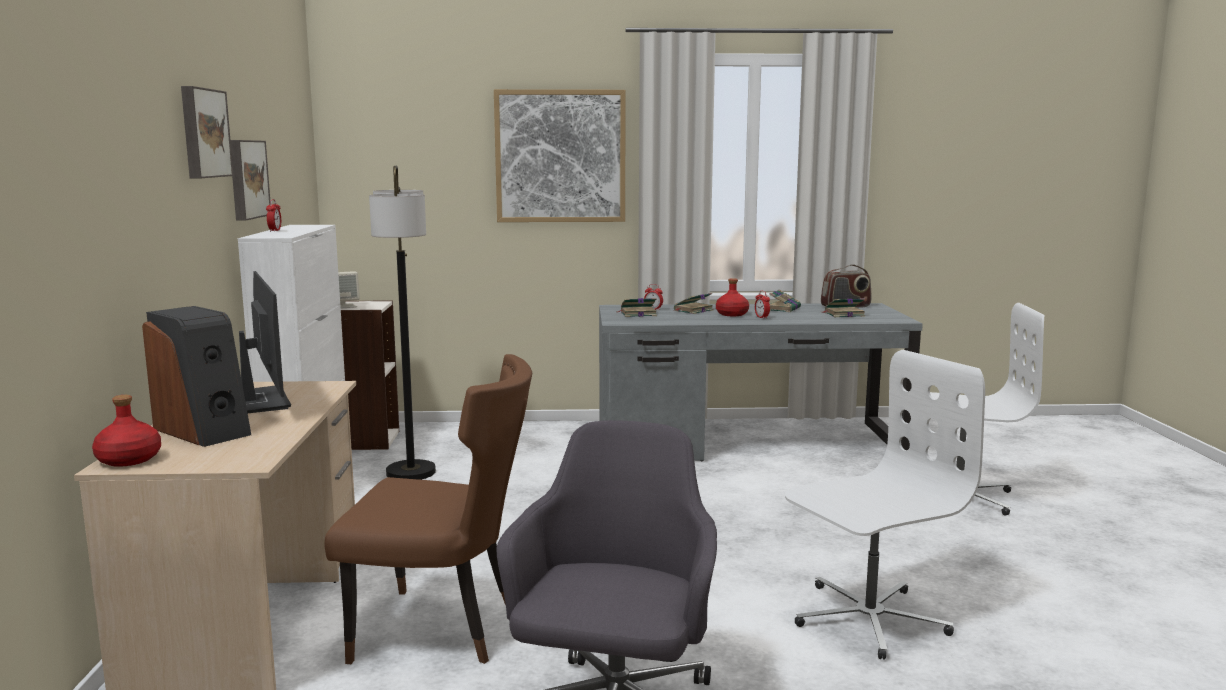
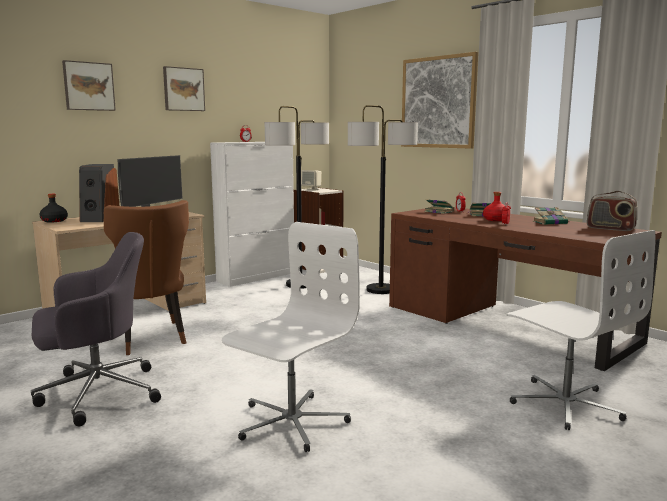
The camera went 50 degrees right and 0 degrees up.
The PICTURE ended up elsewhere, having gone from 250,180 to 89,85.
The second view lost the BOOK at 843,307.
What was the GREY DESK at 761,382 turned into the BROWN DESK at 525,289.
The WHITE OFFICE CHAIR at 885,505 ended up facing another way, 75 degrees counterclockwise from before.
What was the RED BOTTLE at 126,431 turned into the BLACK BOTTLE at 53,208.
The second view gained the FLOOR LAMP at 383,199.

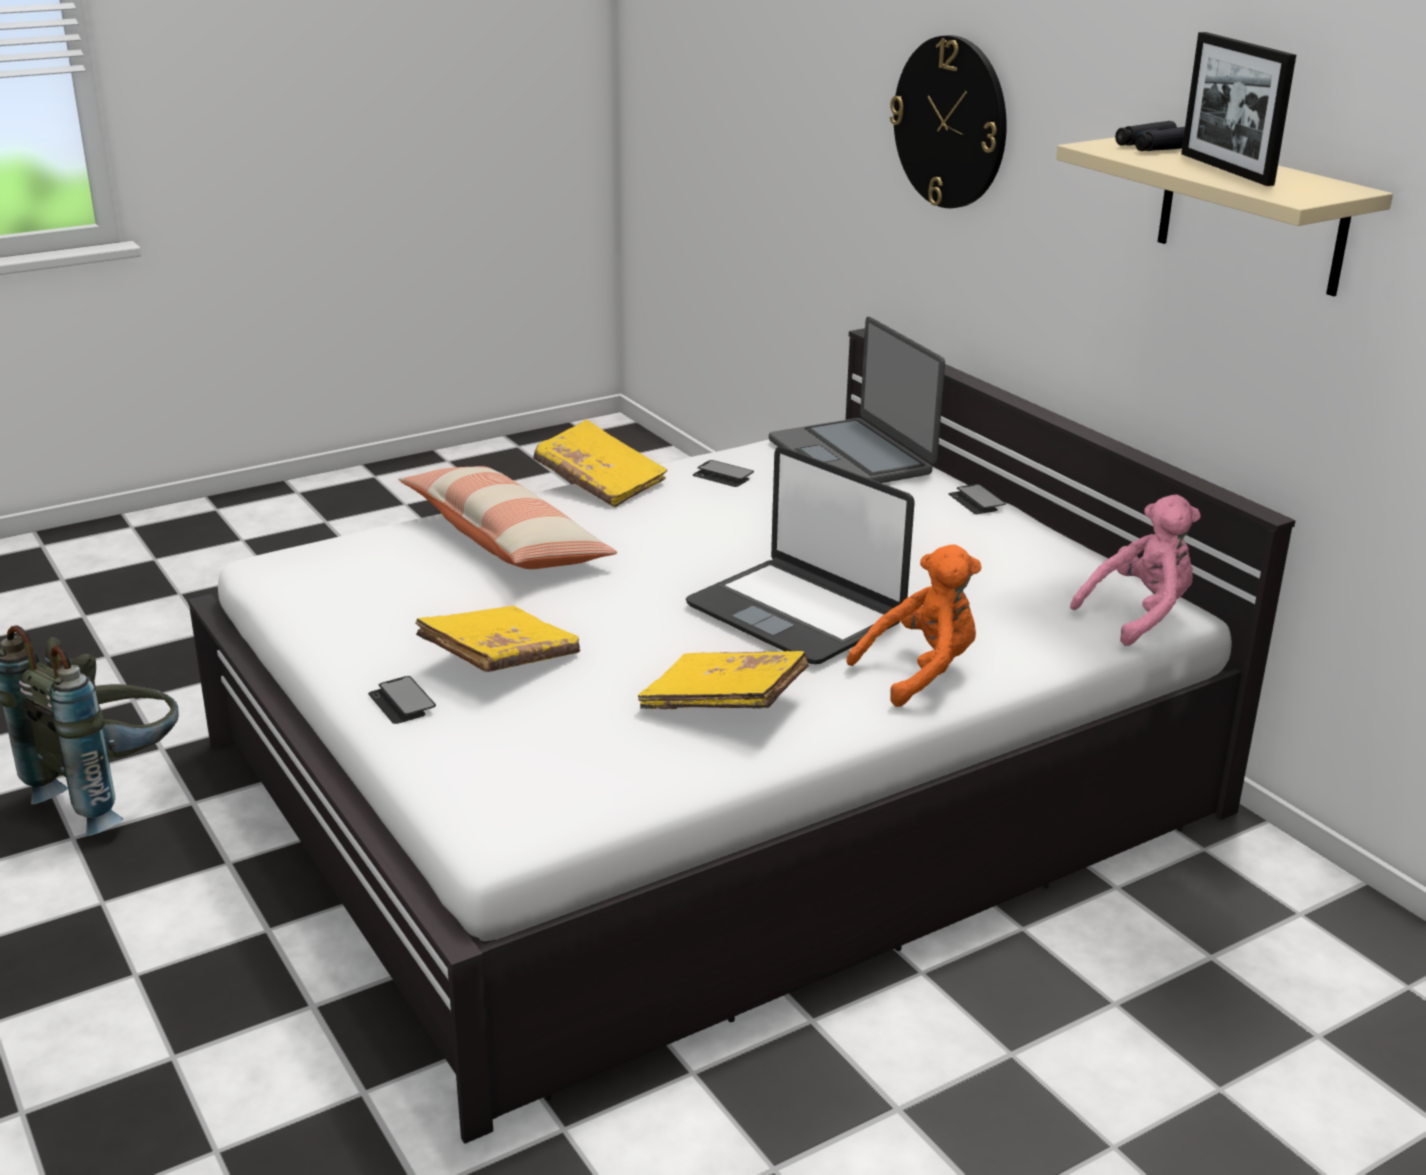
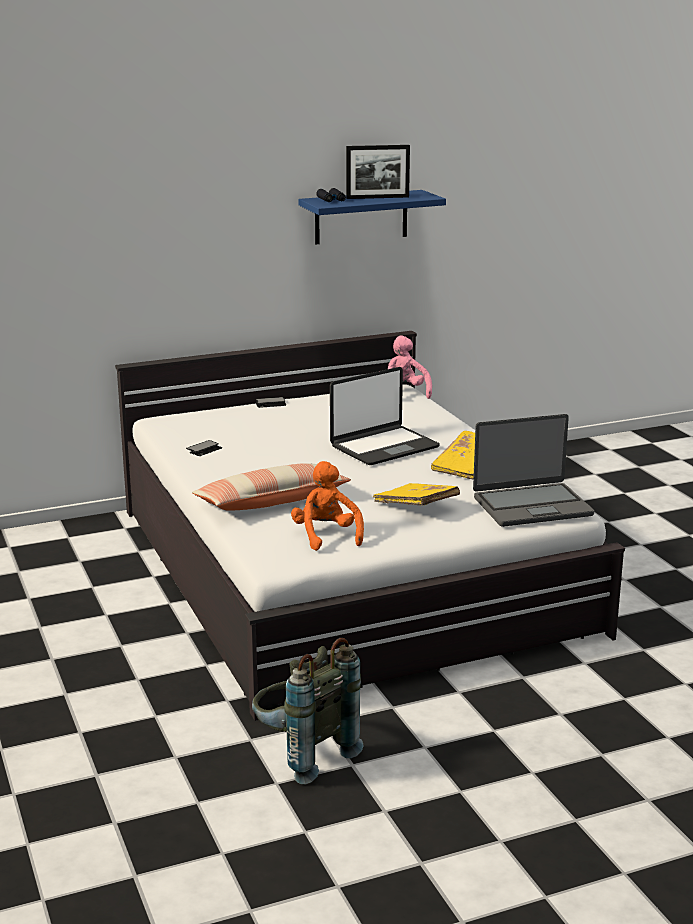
The camera went 80 degrees left and 5 degrees down.
The second view lost the WALL CLOCK at 948,121.
What was the BEIGE SHELF at 1224,216 turned into the BLUE SHELF at 372,217.
The LAPTOP ended up elsewhere, having gone from 857,400 to 533,470.
The second view lost the YELLOW BOOK at 600,463.
The ORANGE PLUSH TOY ended up elsewhere, having gone from 914,625 to 327,506.
The second view lost the PHONE at 402,700.

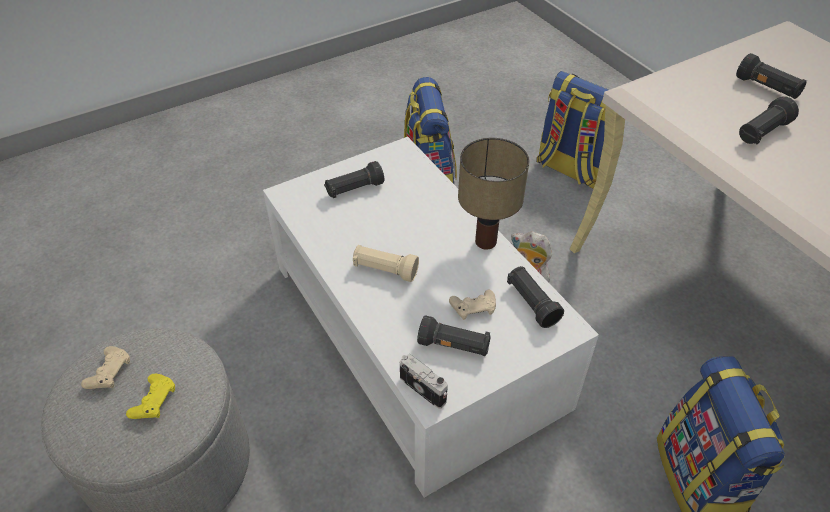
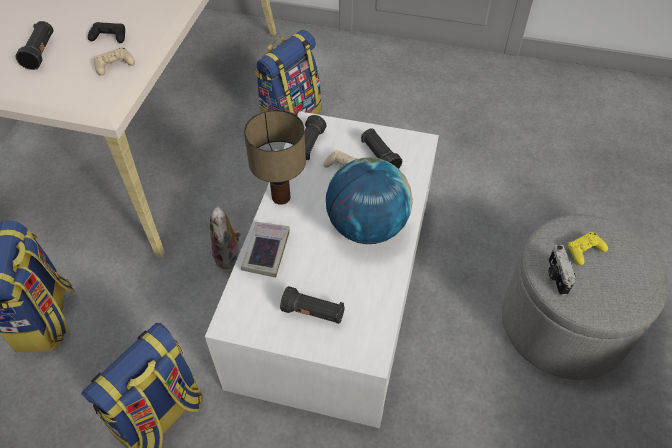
The camera went 135 degrees left and 5 degrees up.
Where the BLACK FLASHLIGHT stood at 769,120, the BLACK GAME CONTROLLER came to stand at 106,32.
Where the BEIGE FLASHLIGHT stood at 386,263, the GLOBE came to stand at 369,200.
The BEIGE GAME CONTROLLER ended up elsewhere, having gone from 105,367 to 114,61.
The PHOTO CAMERA ended up elsewhere, having gone from 424,381 to 562,270.
The second view gained the BOOK at 265,250.

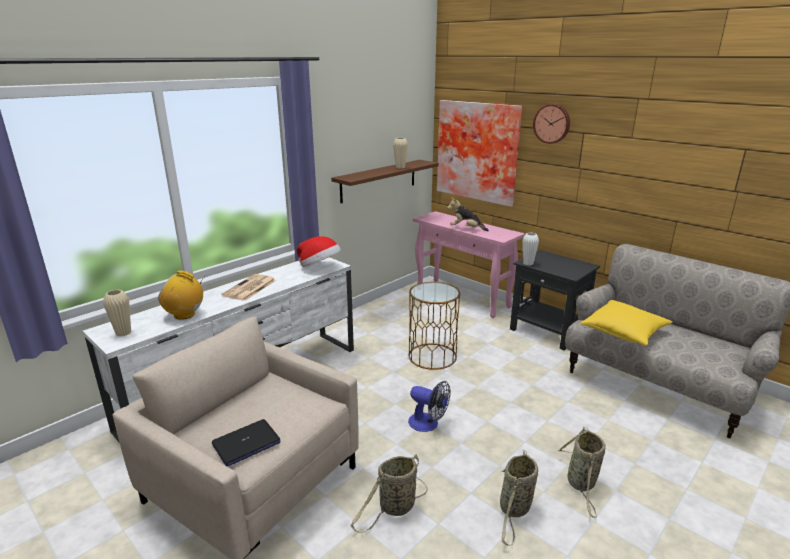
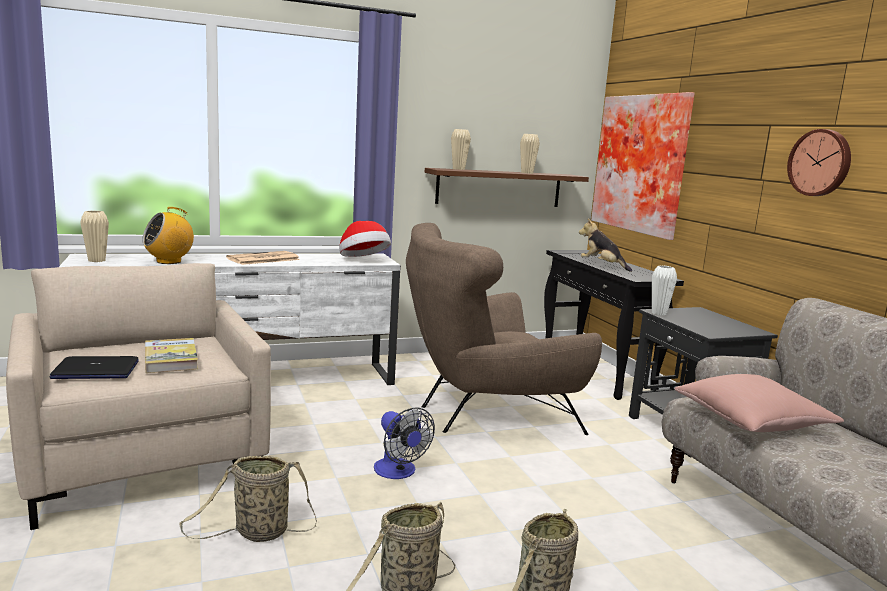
The camera went 25 degrees right and 10 degrees down.
The WALL CLOCK ended up elsewhere, having gone from 551,124 to 819,162.
What was the PINK CONSOLE TABLE at 469,264 turned into the BLACK CONSOLE TABLE at 614,325.
The RADIO at 181,295 ended up facing another way, 75 degrees counterclockwise from before.
Where the BROWN SIDE TABLE stood at 434,326, the BROWN ARMCHAIR came to stand at 504,329.
What was the YELLOW PILLOW at 626,323 turned into the PINK PILLOW at 759,403.
The second view gained the BEIGE VASE at 461,149.
The second view gained the BOOK at 171,355.

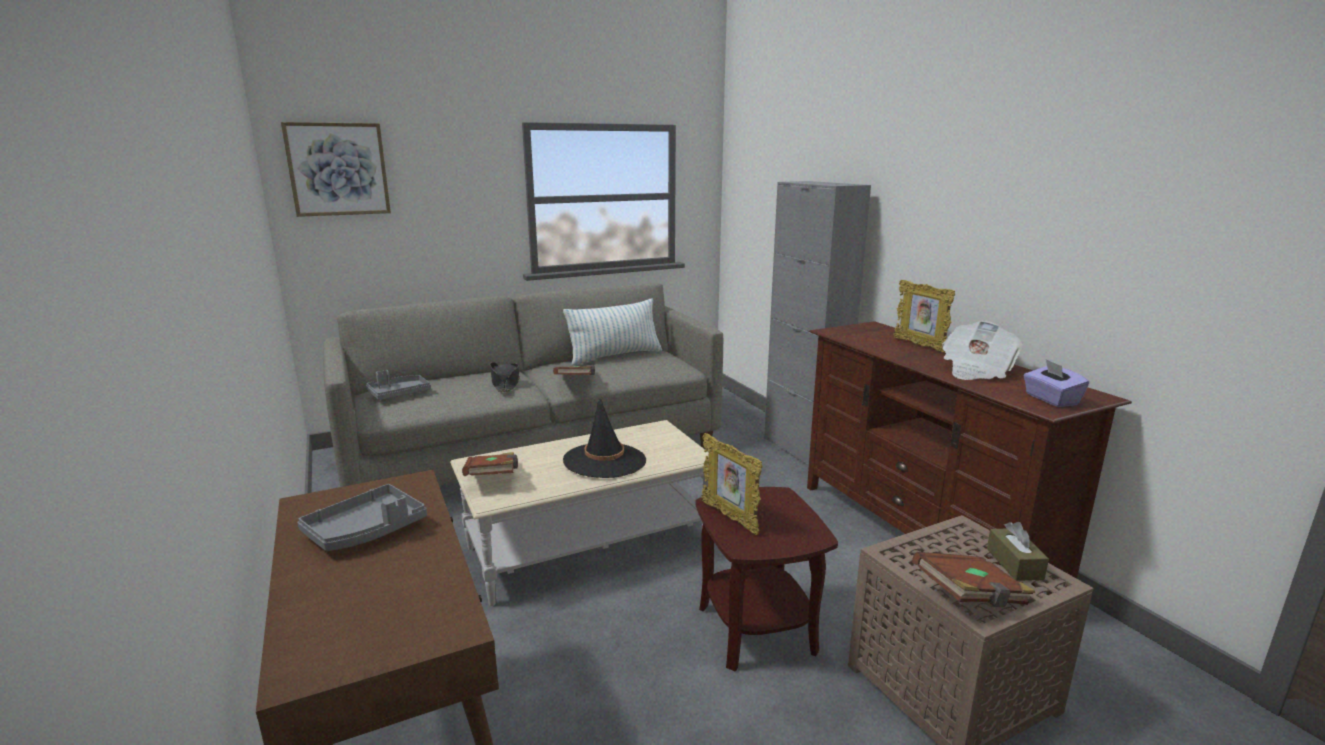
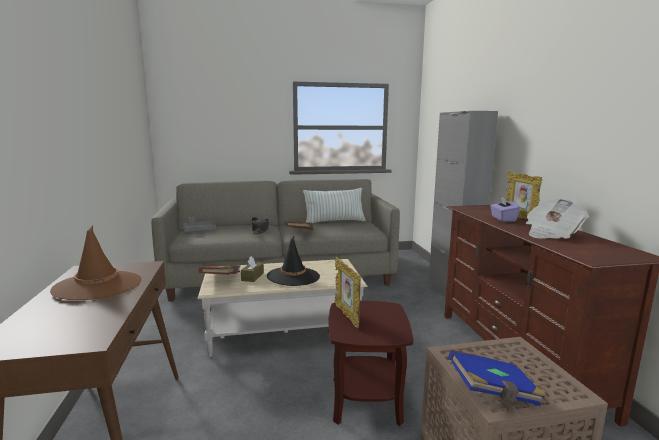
The camera went 15 degrees right and 5 degrees down.
The second view lost the PICTURE at 336,169.
The PURPLE TISSUE BOX ended up elsewhere, having gone from 1056,383 to 505,209.
Where the GREY TRAY stood at 362,517, the BROWN HAT came to stand at 96,262.
The BROWN TISSUE BOX ended up elsewhere, having gone from 1018,551 to 252,269.
What was the BROWN BOOK at 973,579 turned into the BLUE BOOK at 498,378.

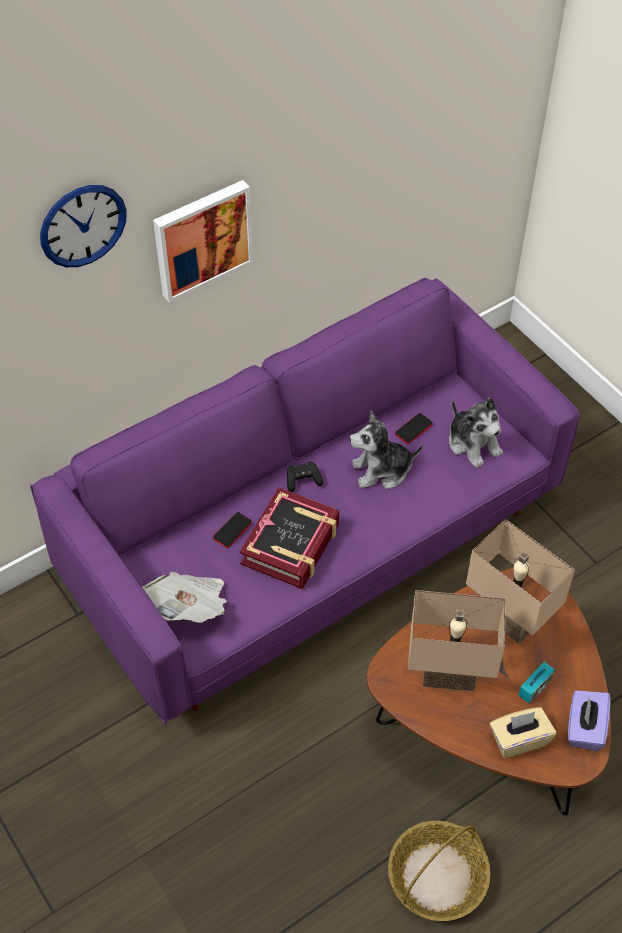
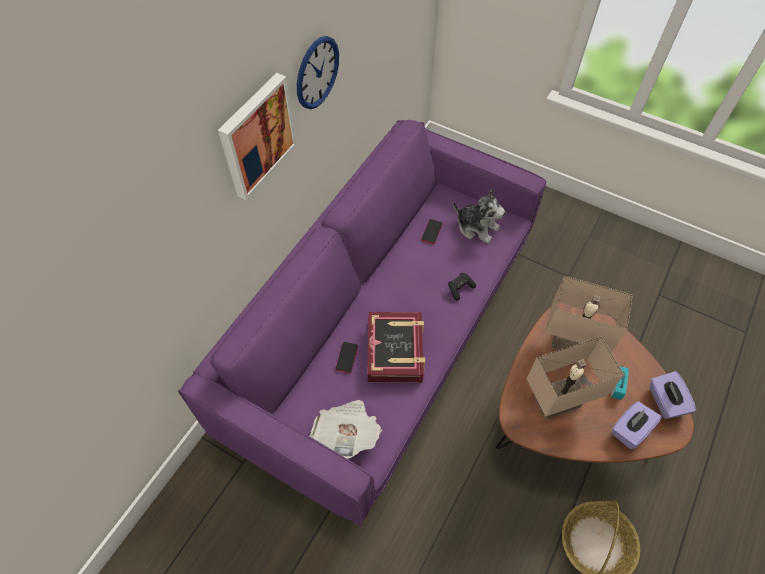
The camera went 25 degrees left and 5 degrees up.
The WALL CLOCK ended up elsewhere, having gone from 83,226 to 318,72.
The second view lost the PLUSH TOY at 386,450.
The BLACK GAME CONTROLLER ended up elsewhere, having gone from 305,477 to 462,287.
What was the BEIGE TISSUE BOX at 523,732 turned into the PURPLE TISSUE BOX at 637,425.

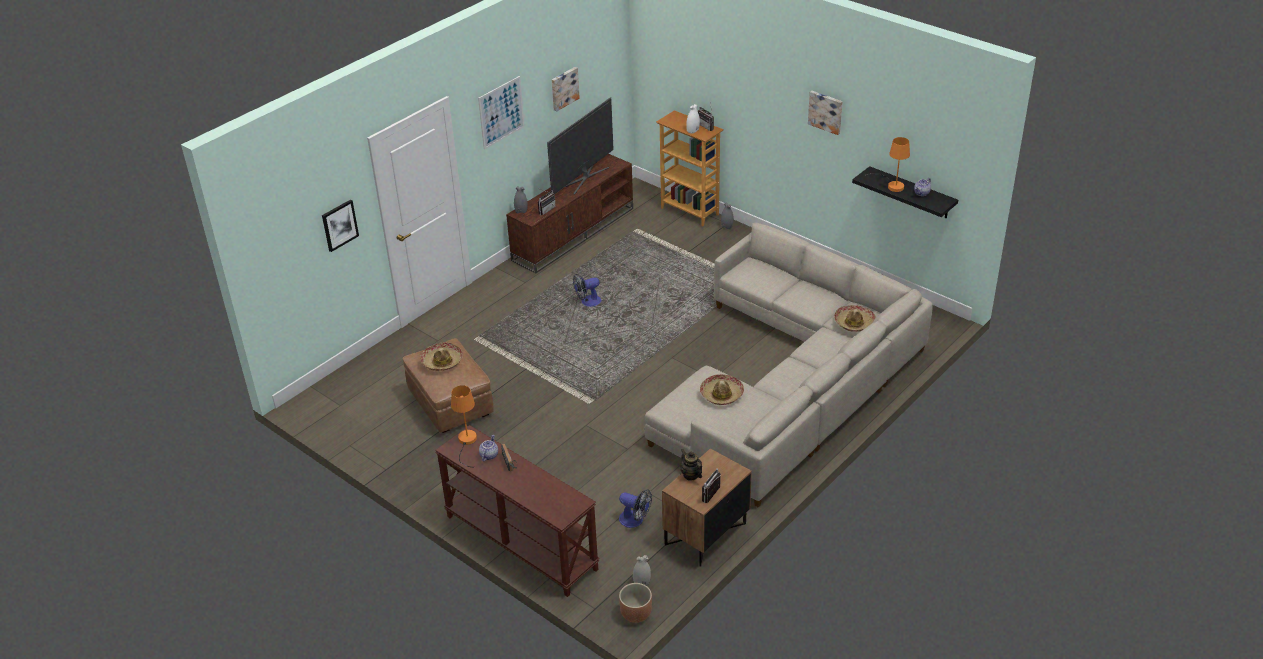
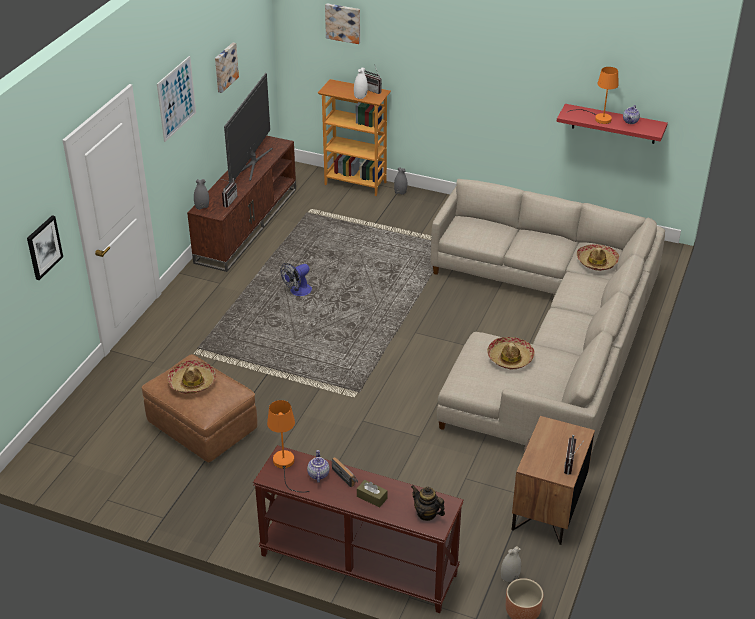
The camera went 20 degrees left and 0 degrees up.
The PICTURE ended up elsewhere, having gone from 825,113 to 342,23.
What was the BLACK SHELF at 905,192 turned into the RED SHELF at 612,124.
The TEAPOT ended up elsewhere, having gone from 691,465 to 428,503.
The second view lost the FAN at 635,509.
The second view gained the BROWN TISSUE BOX at 372,494.

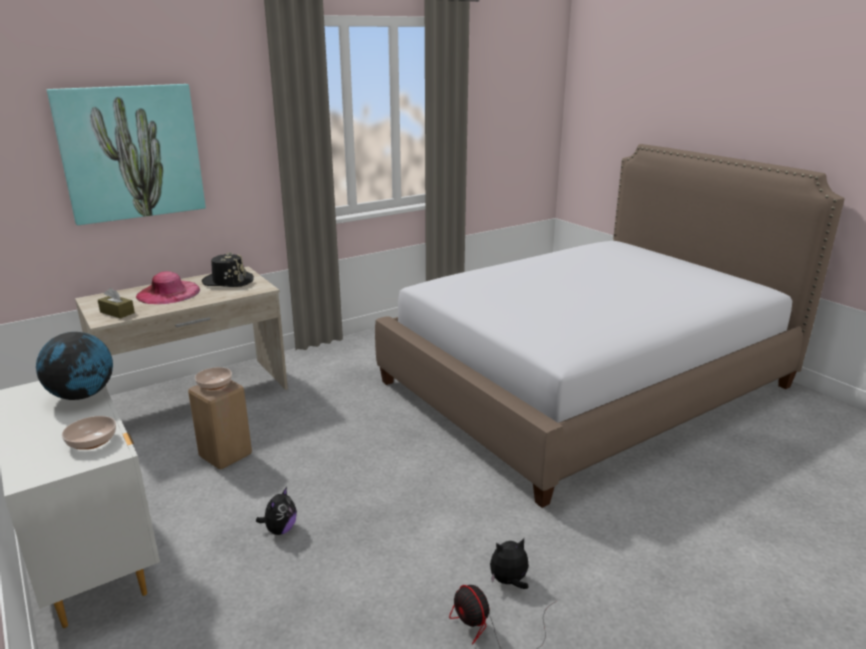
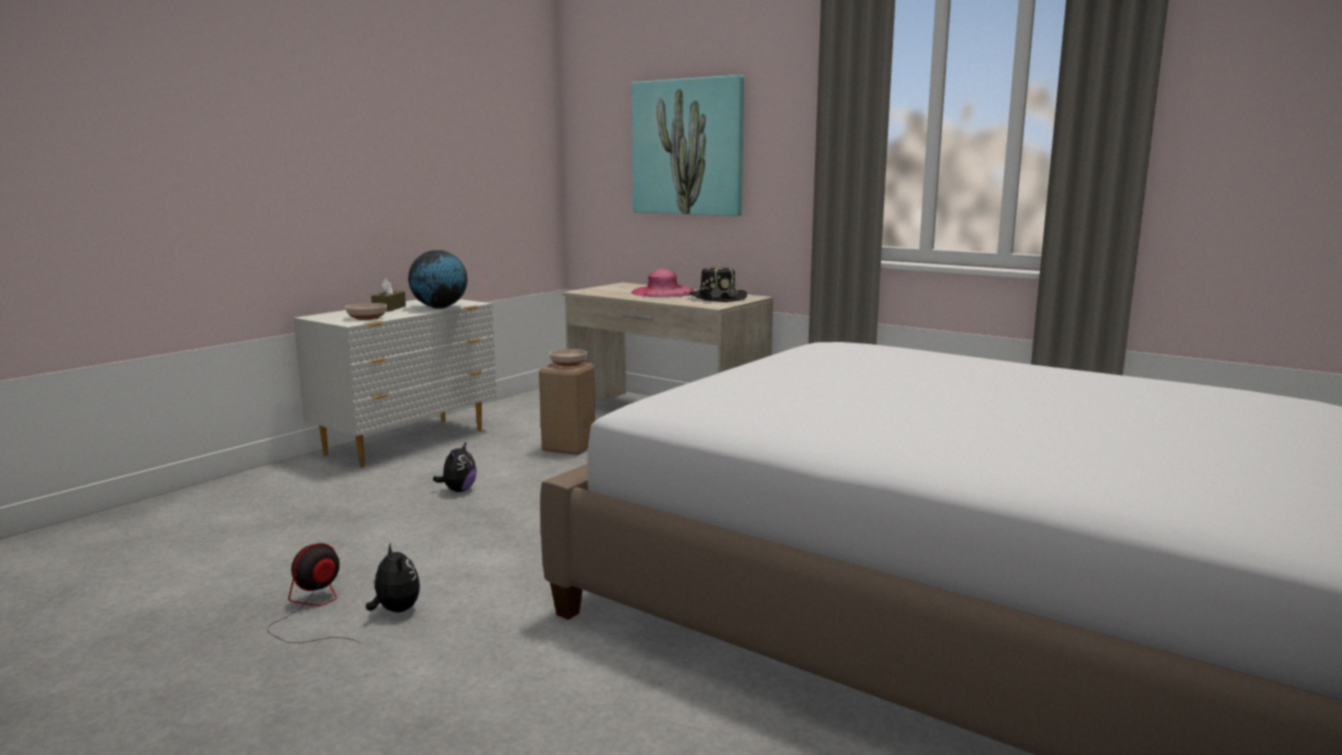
The camera went 70 degrees right and 10 degrees down.
The BROWN TISSUE BOX ended up elsewhere, having gone from 116,303 to 388,295.
The PLUSH TOY at 276,511 ended up facing another way, 75 degrees counterclockwise from before.

